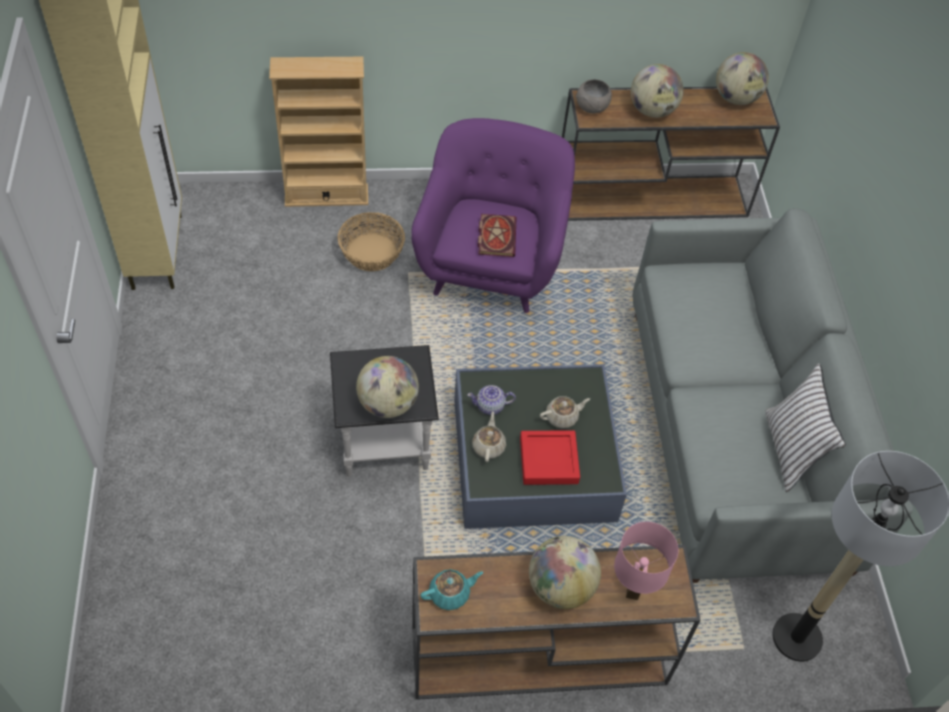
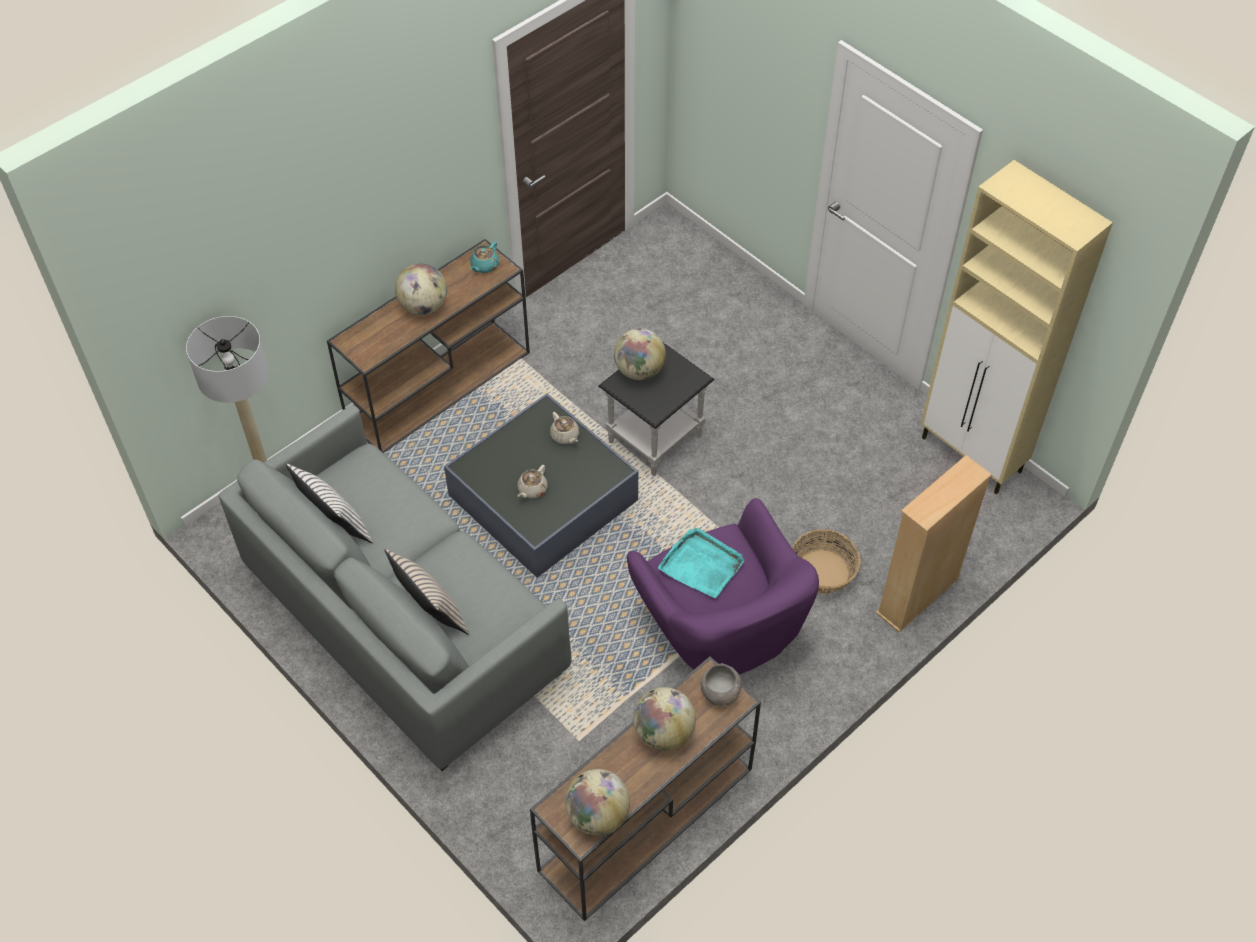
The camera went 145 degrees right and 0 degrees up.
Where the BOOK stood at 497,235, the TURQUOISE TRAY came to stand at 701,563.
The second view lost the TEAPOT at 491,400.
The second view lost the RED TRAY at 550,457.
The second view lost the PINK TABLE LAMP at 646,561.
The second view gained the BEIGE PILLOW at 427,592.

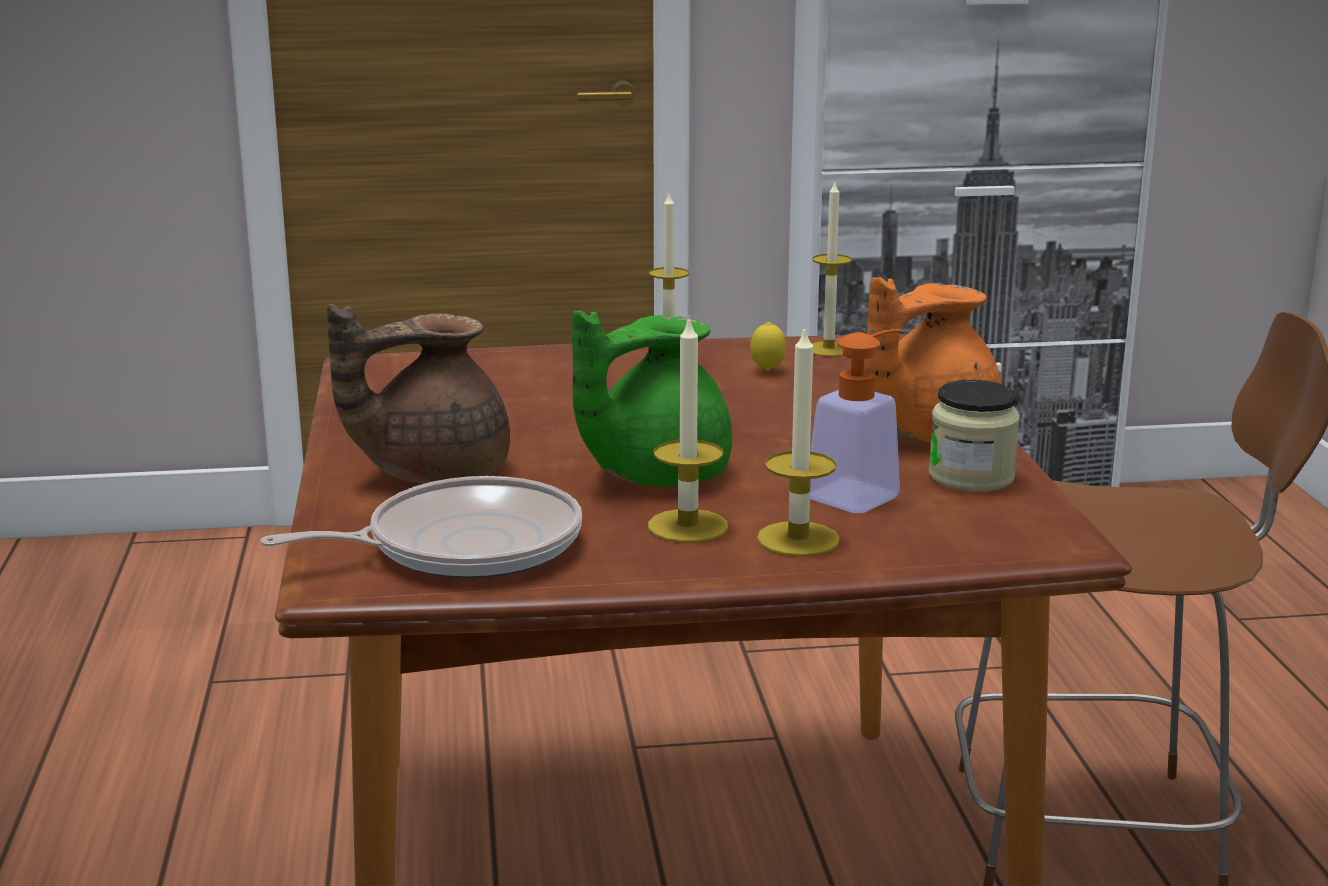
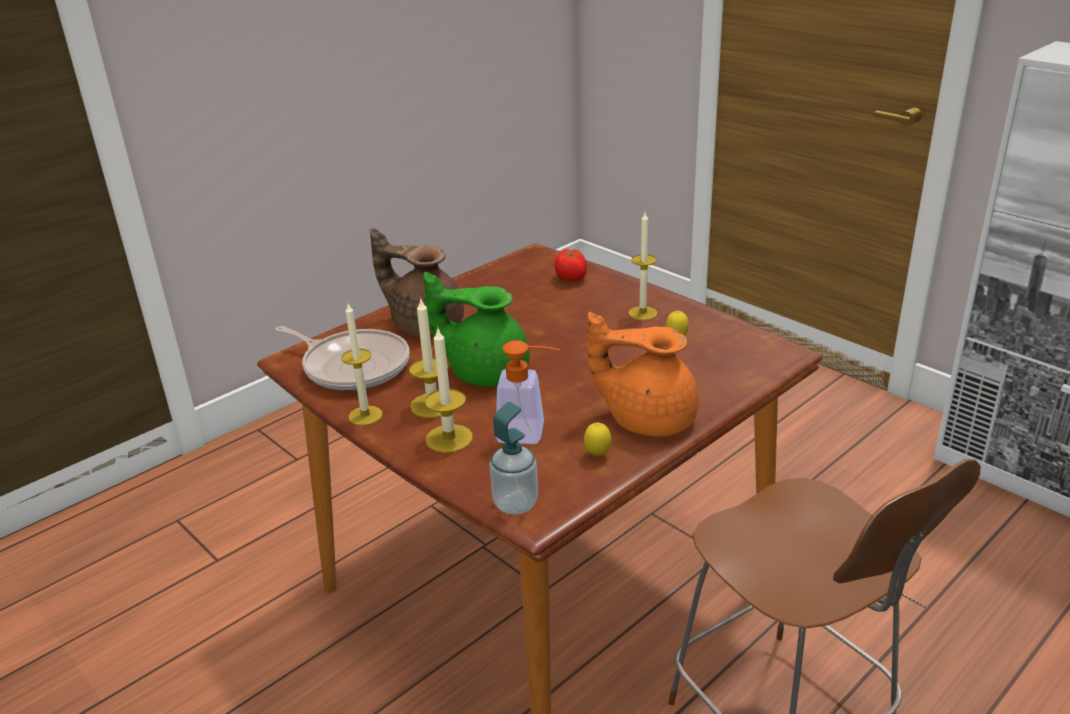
The camera went 55 degrees right and 10 degrees up.
The CANDLE ended up elsewhere, having gone from 832,267 to 362,365.
Where the JAR stood at 974,436, the LEMON came to stand at 598,439.
The second view gained the TOMATO at 571,265.
The second view gained the SOAP DISPENSER at 514,458.

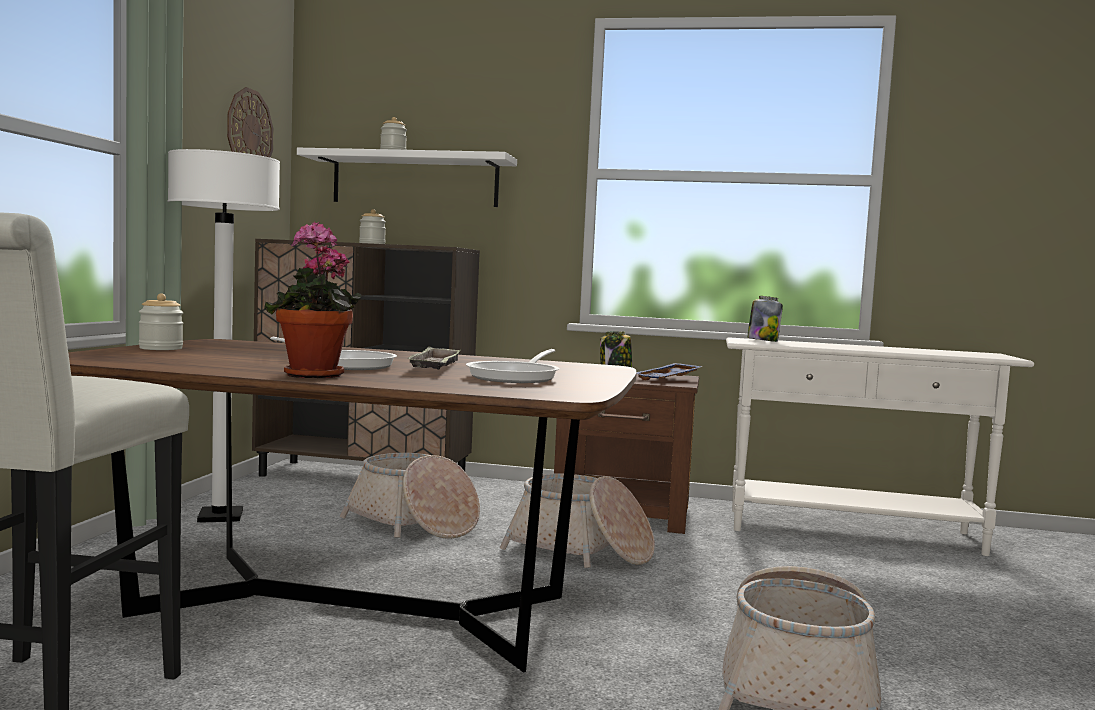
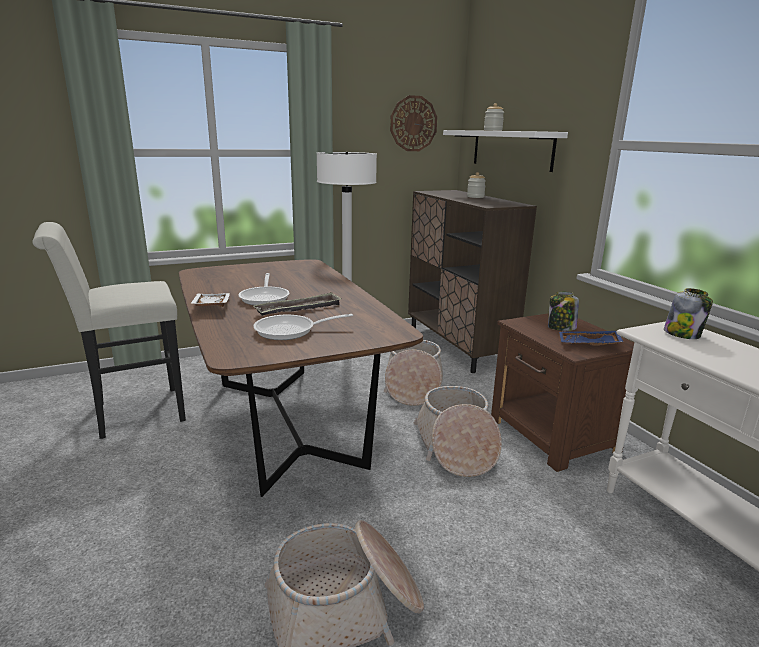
The camera went 55 degrees right and 15 degrees up.
Where the POTTED PLANT stood at 313,300, the WHITE TRAY came to stand at 210,300.
The second view lost the JAR at 161,321.

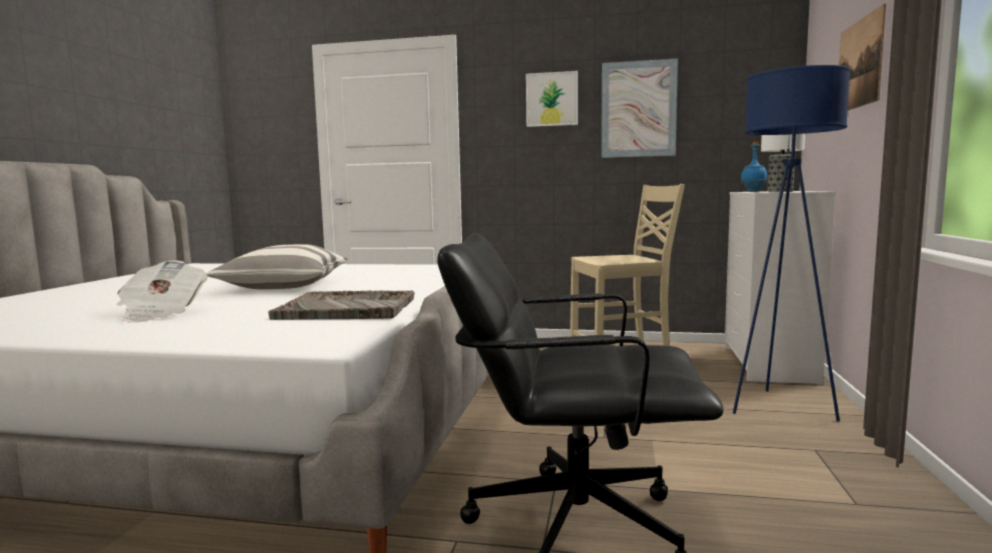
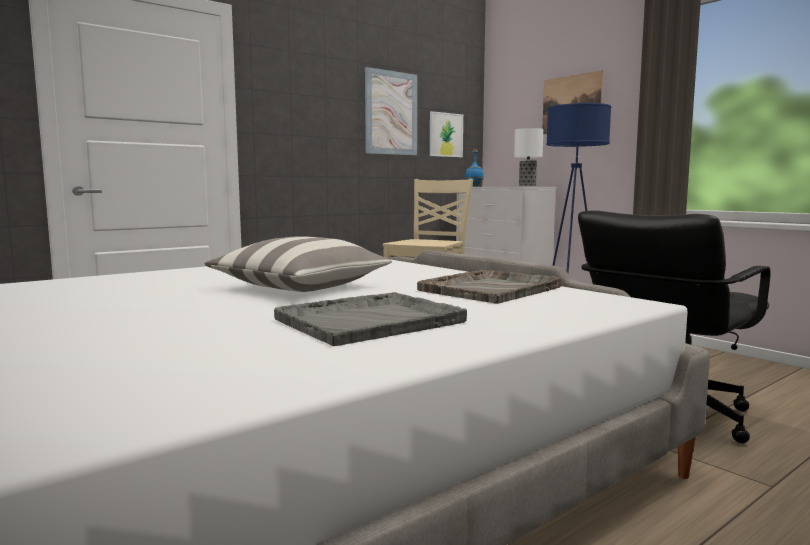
The camera went 50 degrees left and 0 degrees up.
The PICTURE ended up elsewhere, having gone from 552,99 to 446,134.
Where the NEWSPAPER stood at 162,291, the GREY TRAY came to stand at 370,319.

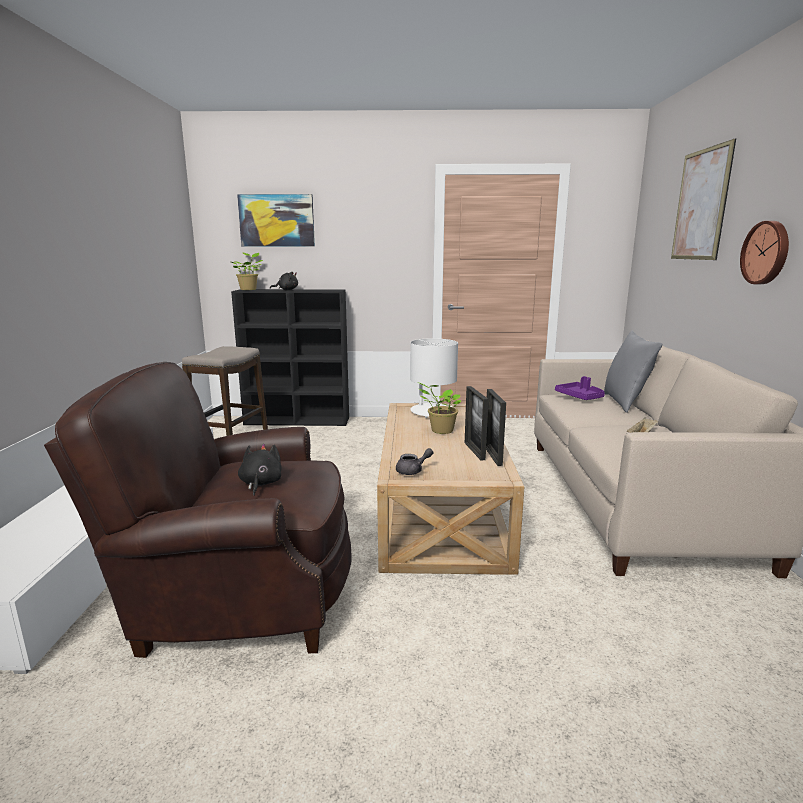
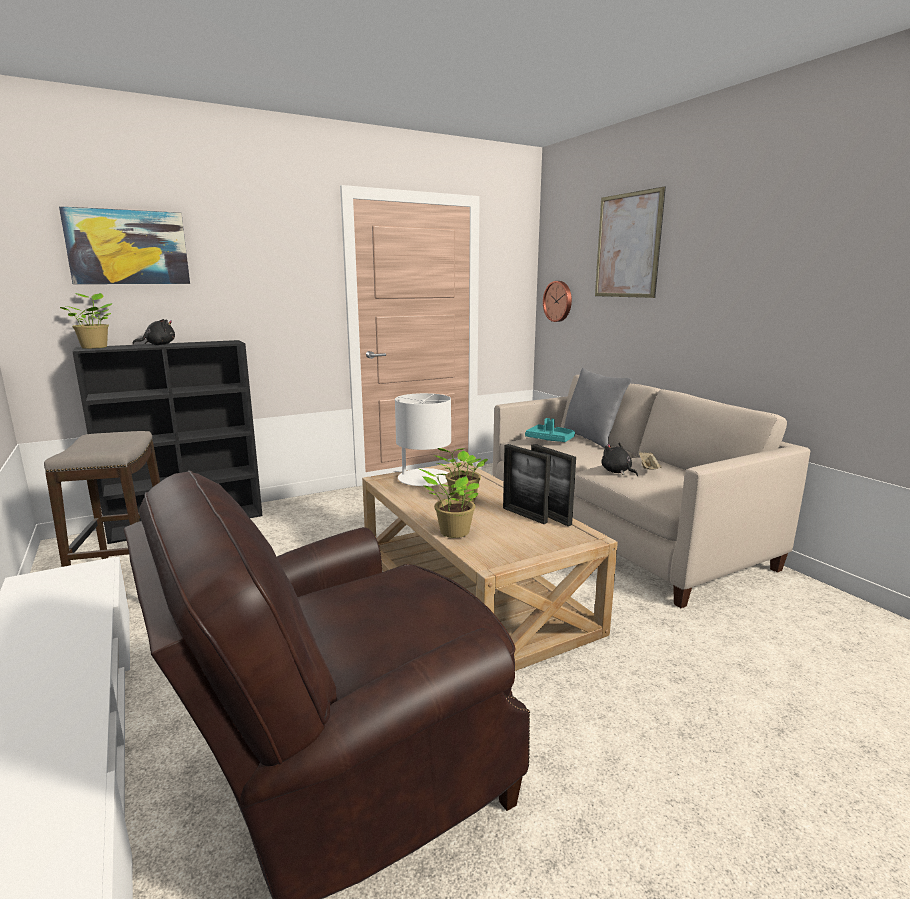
The camera went 30 degrees left and 0 degrees up.
The WALL CLOCK ended up elsewhere, having gone from 764,252 to 557,301.
What was the PURPLE TRAY at 580,388 turned into the TURQUOISE TRAY at 550,430.
The BLACK PLUSH TOY ended up elsewhere, having gone from 260,470 to 619,459.
The second view lost the GREY TEAPOT at 414,461.
The second view gained the POTTED PLANT at 449,503.

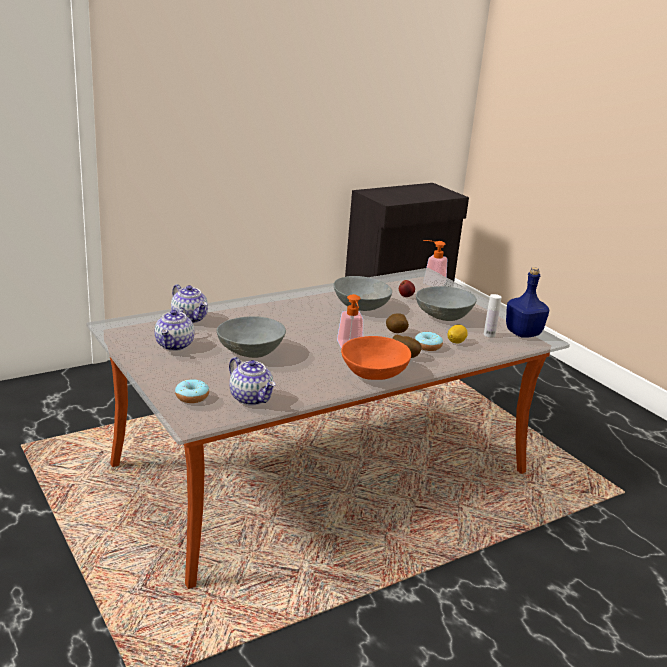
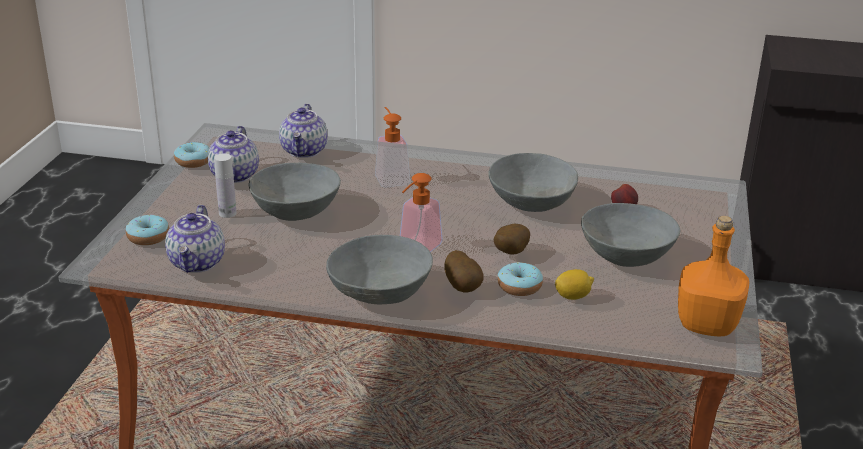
The camera went 45 degrees right and 5 degrees up.
The SOAP DISPENSER ended up elsewhere, having gone from 435,263 to 392,147.
What was the BLUE BOTTLE at 527,302 turned into the ORANGE BOTTLE at 713,276.
The WHITE BOTTLE ended up elsewhere, having gone from 492,316 to 225,185.
The TEAPOT at 174,329 ended up facing another way, 45 degrees counterclockwise from before.
What was the ORANGE BOWL at 376,358 turned into the GREY BOWL at 379,269.
The second view gained the DONUT at 192,155.

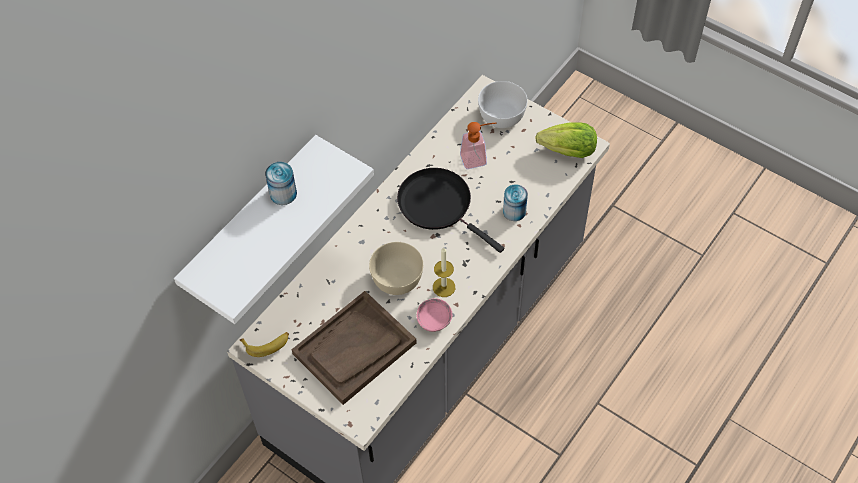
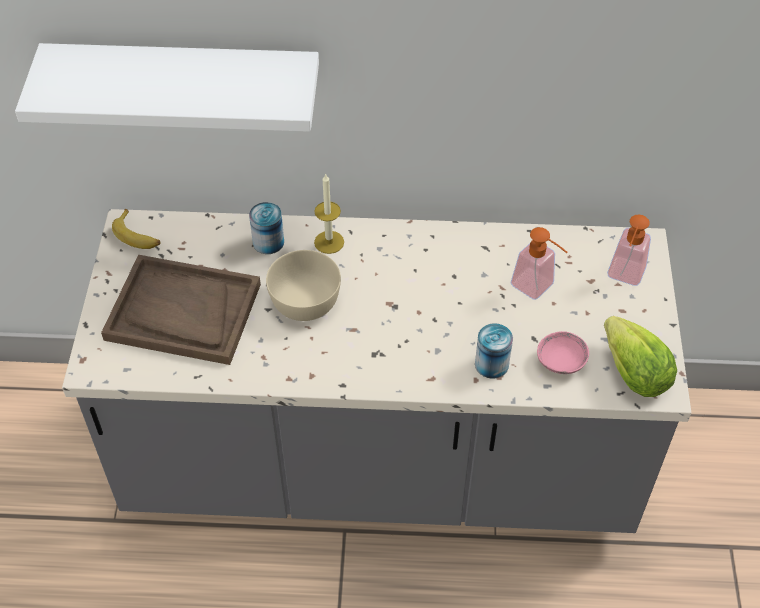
The camera went 55 degrees right and 5 degrees down.
Where the WHITE BOWL stood at 502,104, the SOAP DISPENSER came to stand at 629,250.
The CAN ended up elsewhere, having gone from 281,183 to 266,228.
The second view lost the BLACK FRYING PAN at 450,210.
The CANDLE ended up elsewhere, having gone from 444,272 to 329,214.
The PINK BOWL ended up elsewhere, having gone from 434,315 to 563,352.

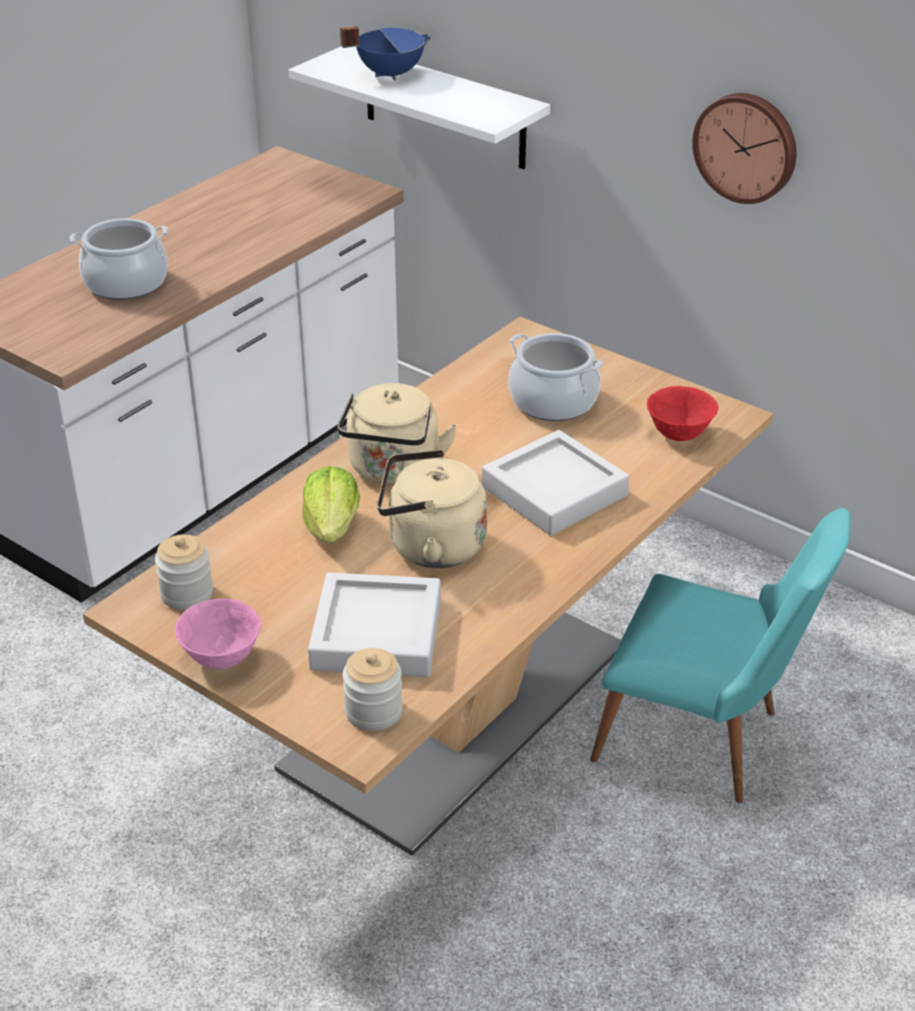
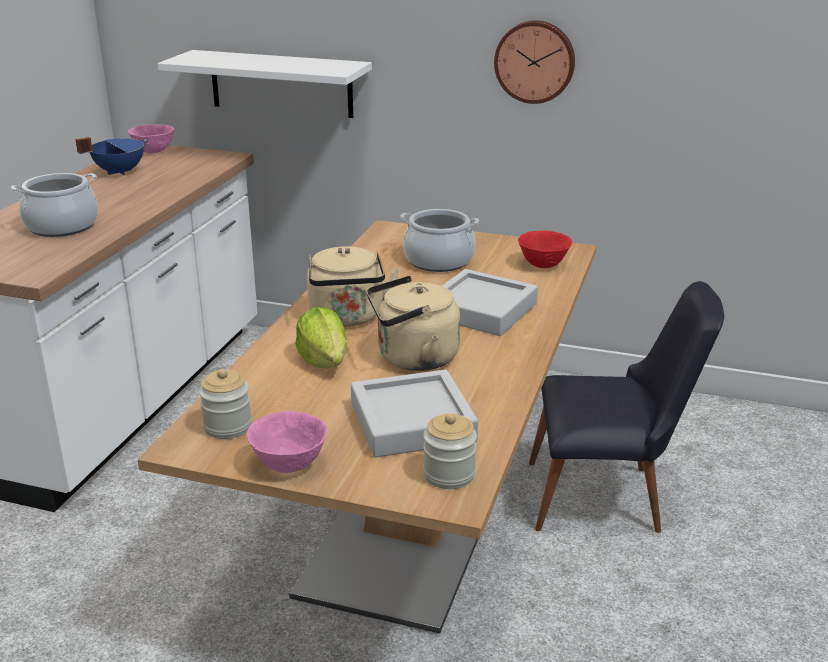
The camera went 20 degrees left and 10 degrees down.
The BLUE COOKING POT ended up elsewhere, having gone from 386,53 to 111,156.
What was the TURQUOISE CHAIR at 720,655 turned into the BLACK CHAIR at 626,407.
The second view gained the PINK BOWL at 151,138.

